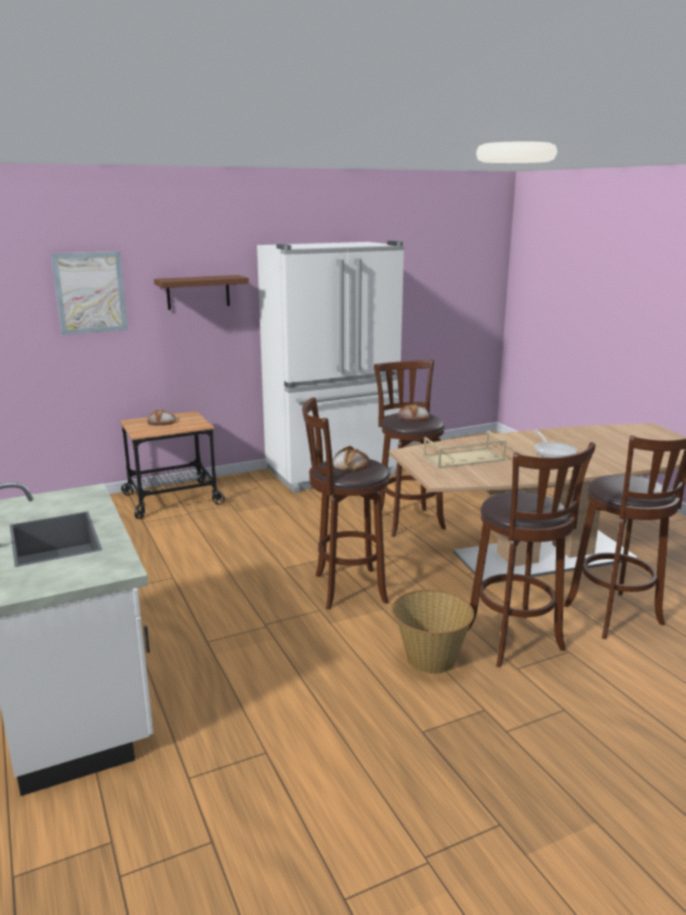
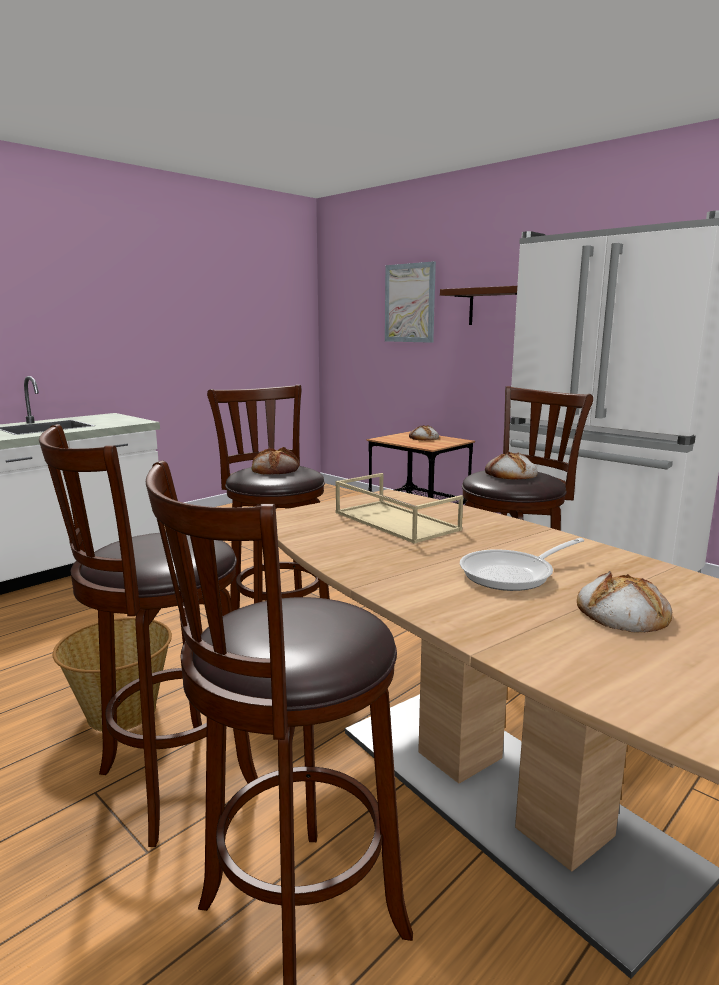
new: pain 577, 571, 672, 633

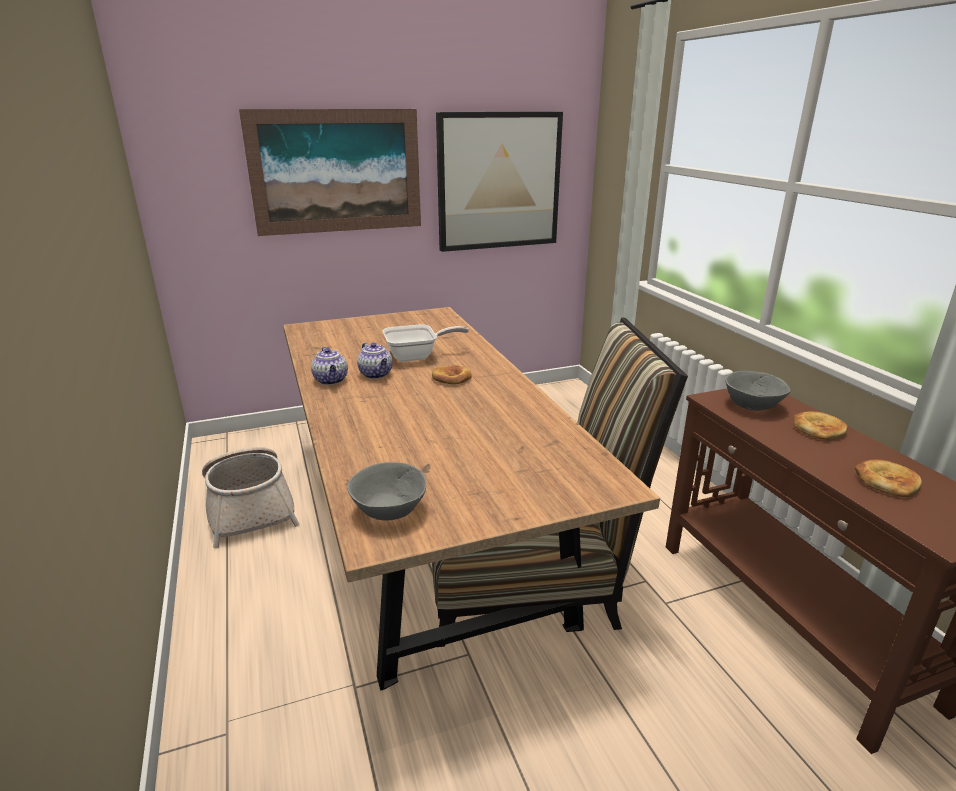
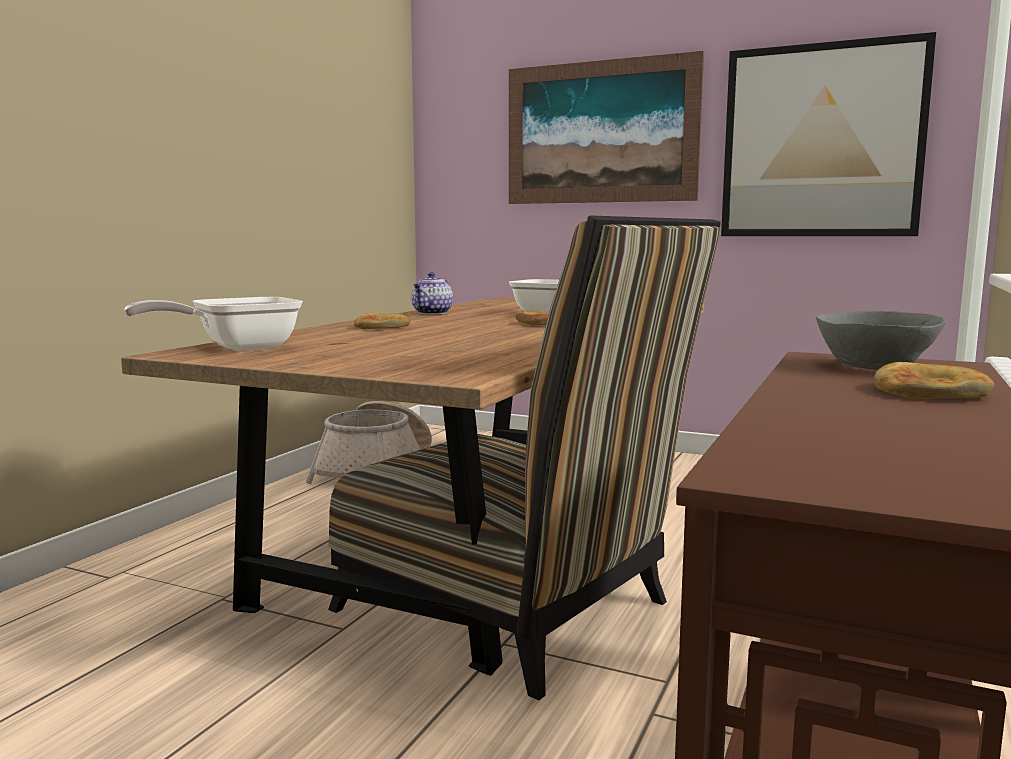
gone: théière 357, 342, 393, 379
shifted: pain 855, 459, 922, 497 to 354, 313, 410, 330
swapped: bol (gris) 347, 462, 426, 521 to poêle 124, 297, 303, 351

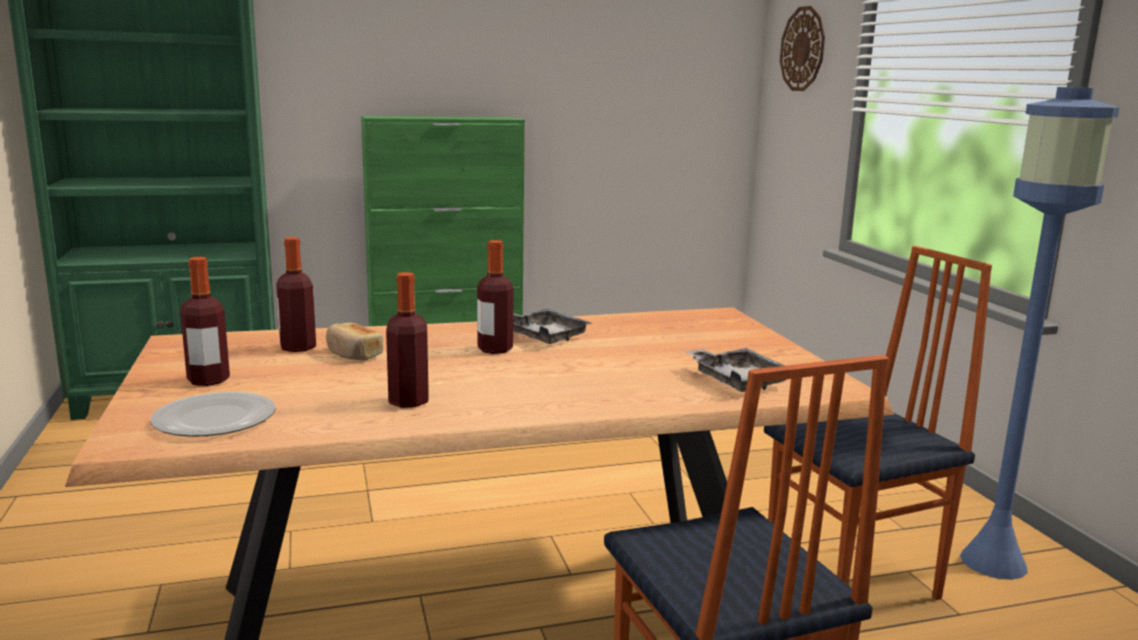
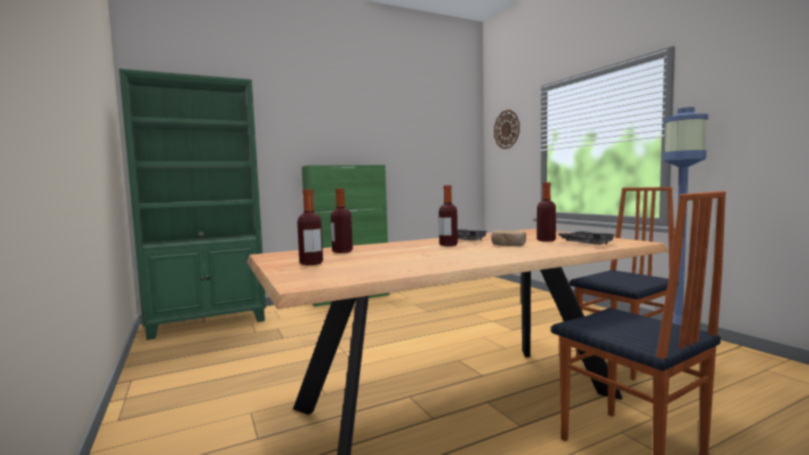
gone: assiette 150, 392, 276, 437
shifted: bouteille 386, 272, 429, 408 to 537, 182, 556, 242; pain 326, 323, 383, 361 to 491, 230, 526, 246

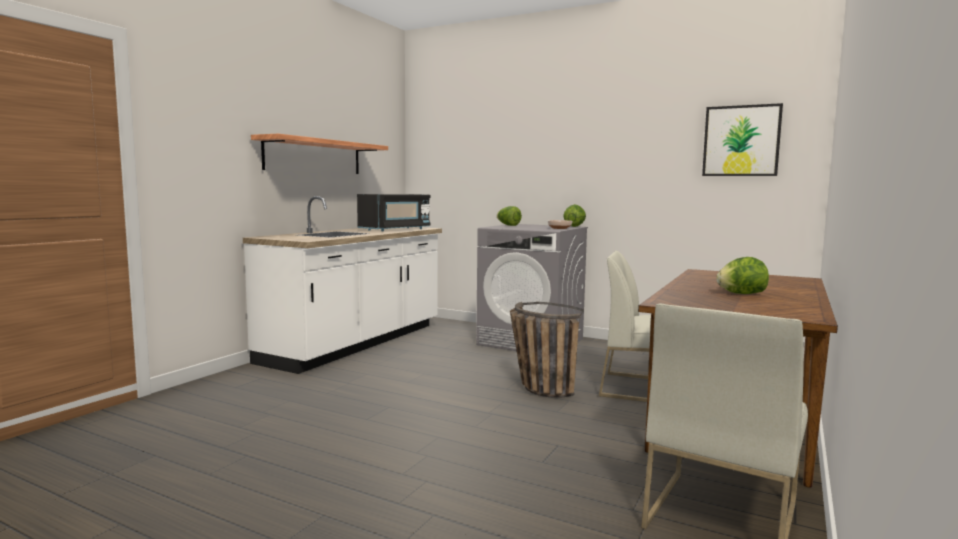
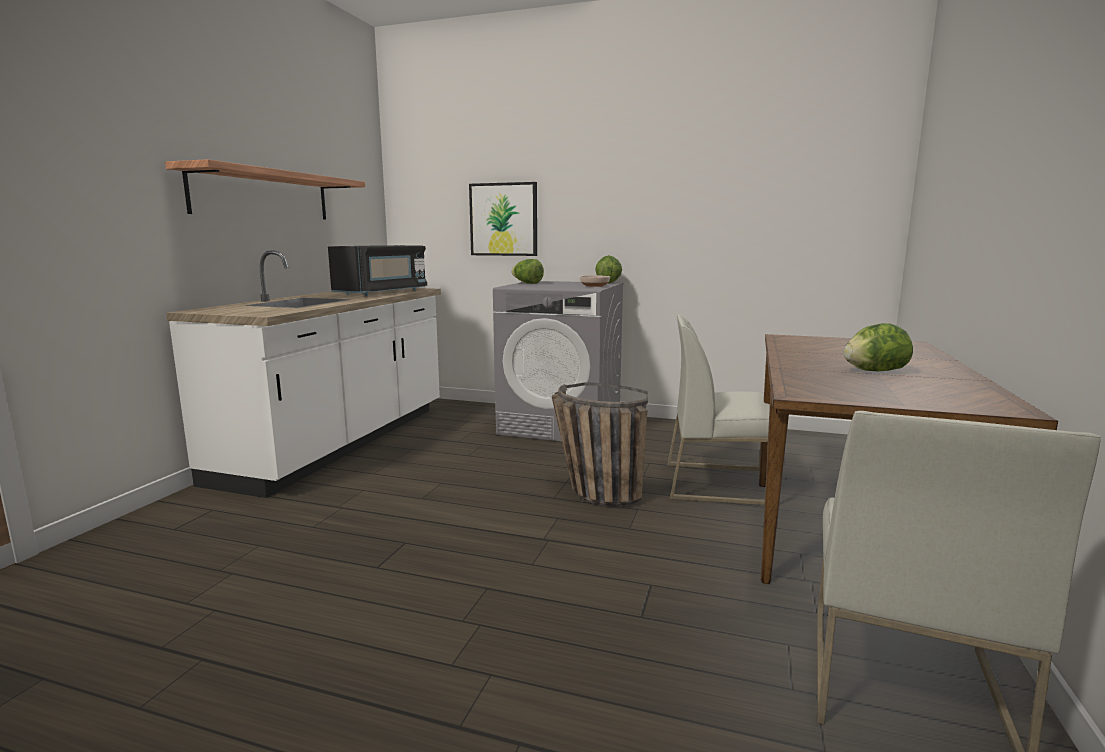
shifted: tableau 702, 103, 783, 176 to 469, 182, 537, 256

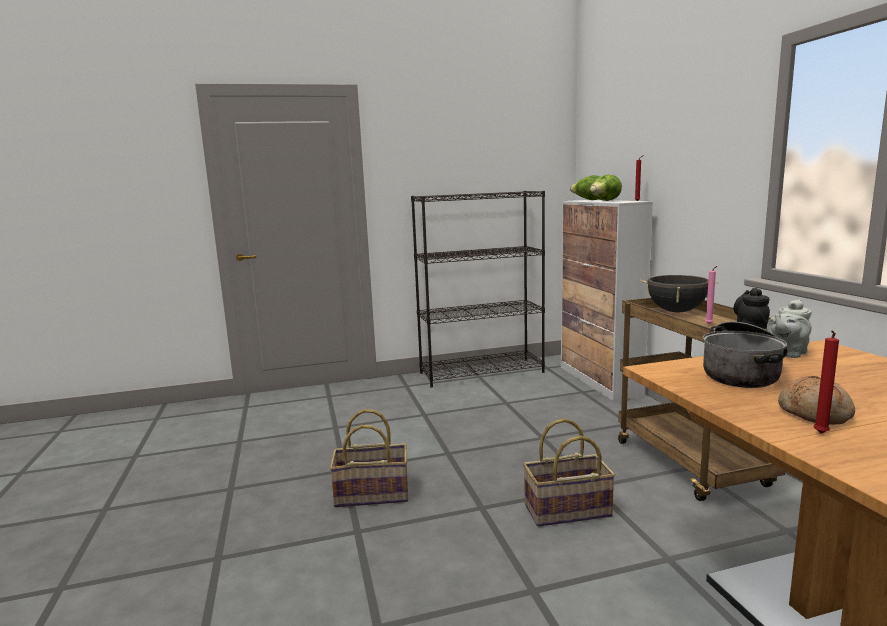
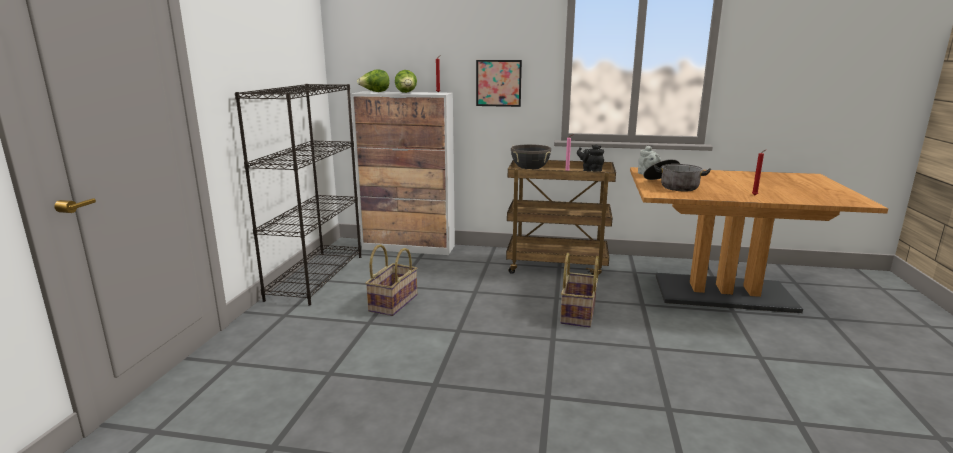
gone: pain 778, 376, 855, 425
new: tableau 476, 60, 522, 107
shifted: panier 329, 409, 408, 507 to 365, 244, 417, 316

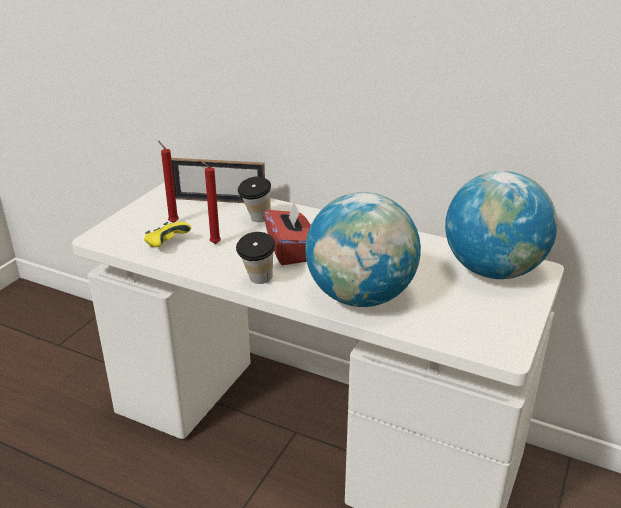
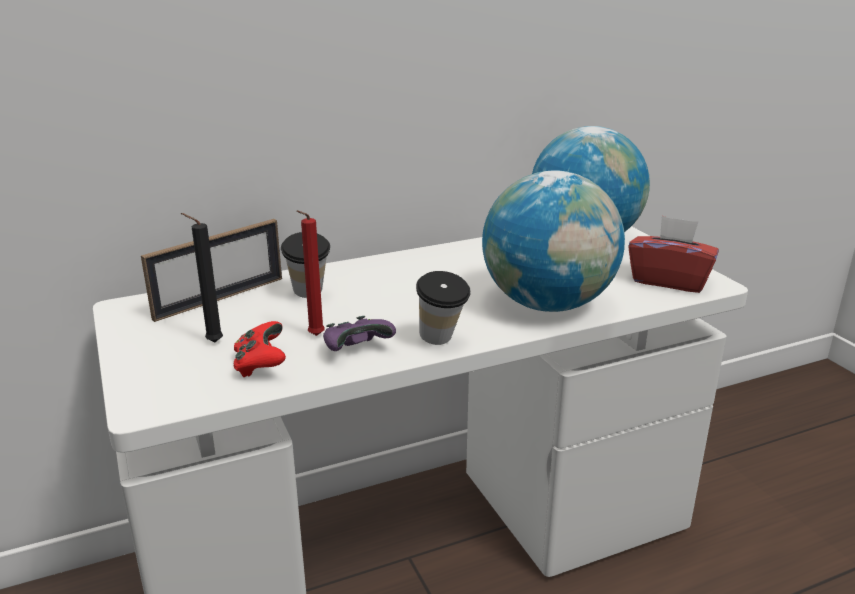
new: manette (violet) 323, 316, 396, 351
shifted: boîte à mouchoirs (rouge) 264, 202, 311, 265 to 628, 216, 719, 293
repainted: bougie (rouge) 157, 140, 179, 223 to bougie (noir) 181, 213, 223, 342; manette (jaune) 144, 222, 191, 247 to manette (rouge) 234, 321, 286, 377

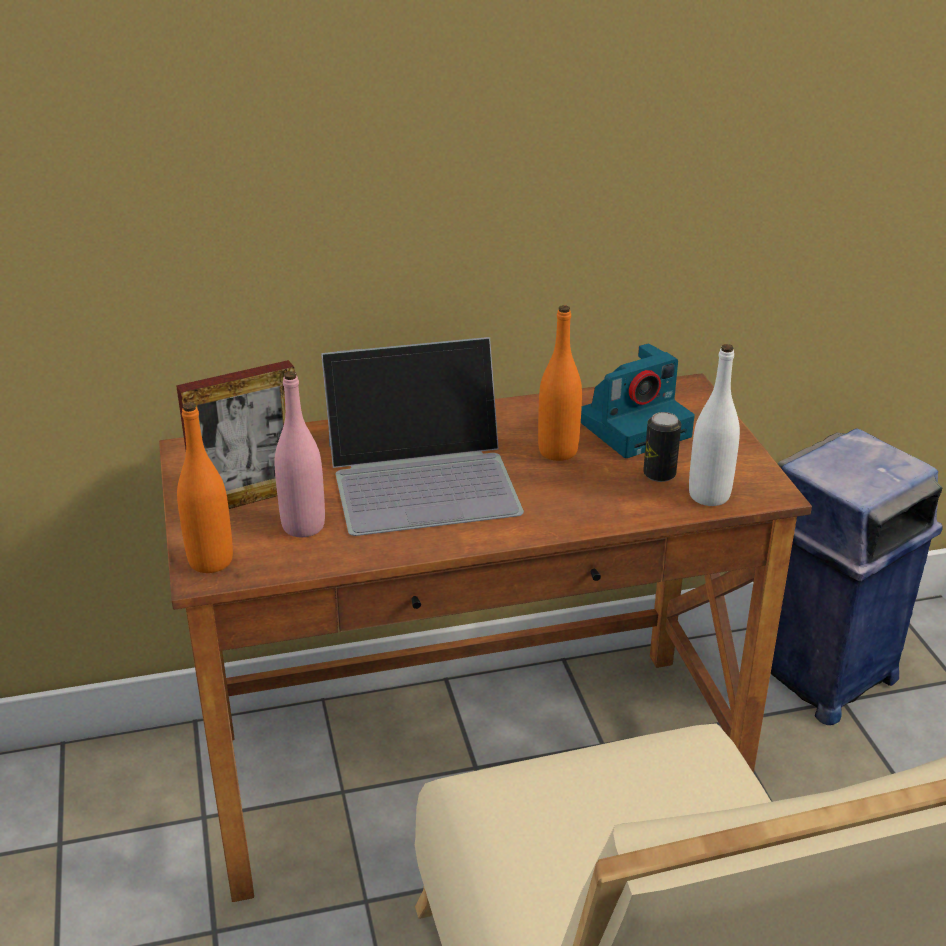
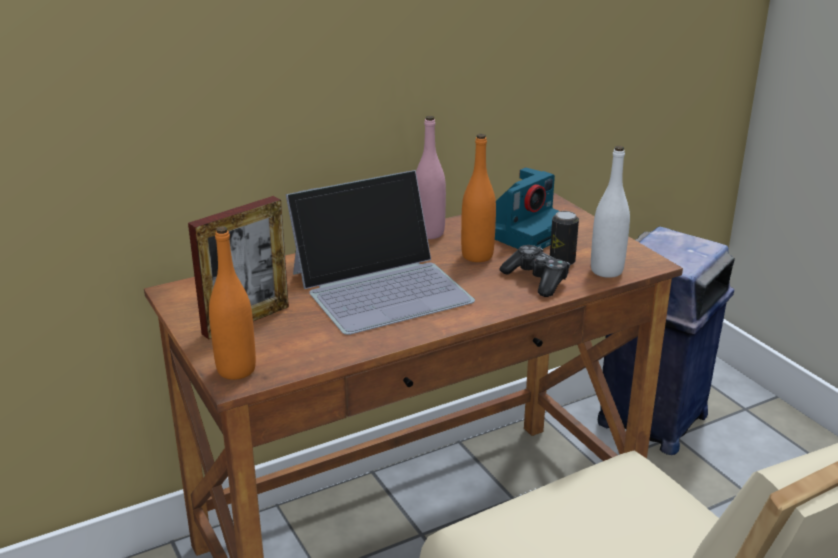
new: manette 500, 245, 570, 297
shifted: bouteille (rose) 275, 371, 325, 537 to 416, 116, 446, 239

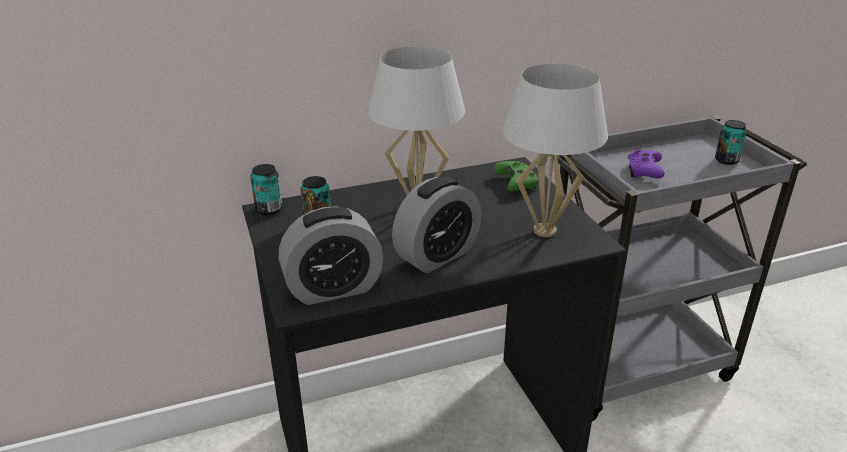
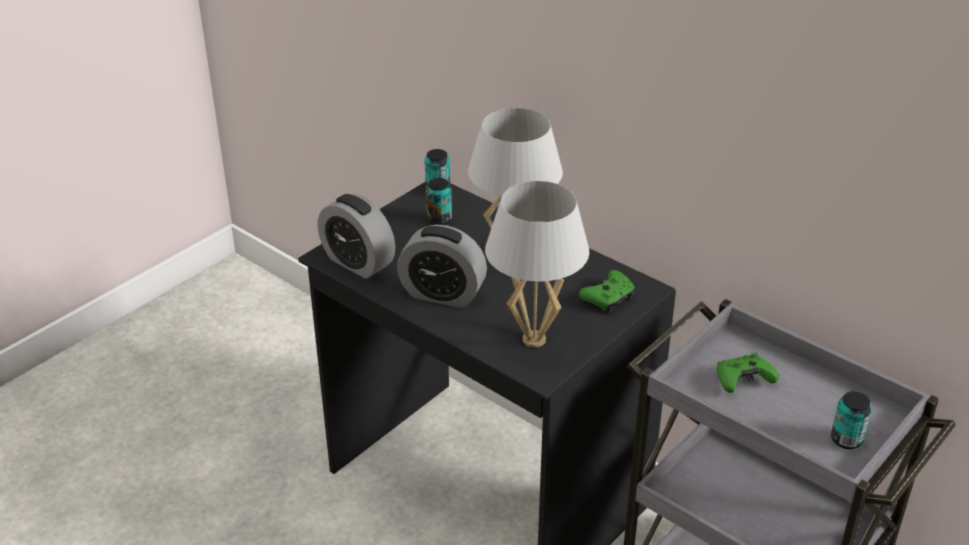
repainted: manette (violet) 628, 149, 665, 179 to manette (vert) 717, 353, 779, 393

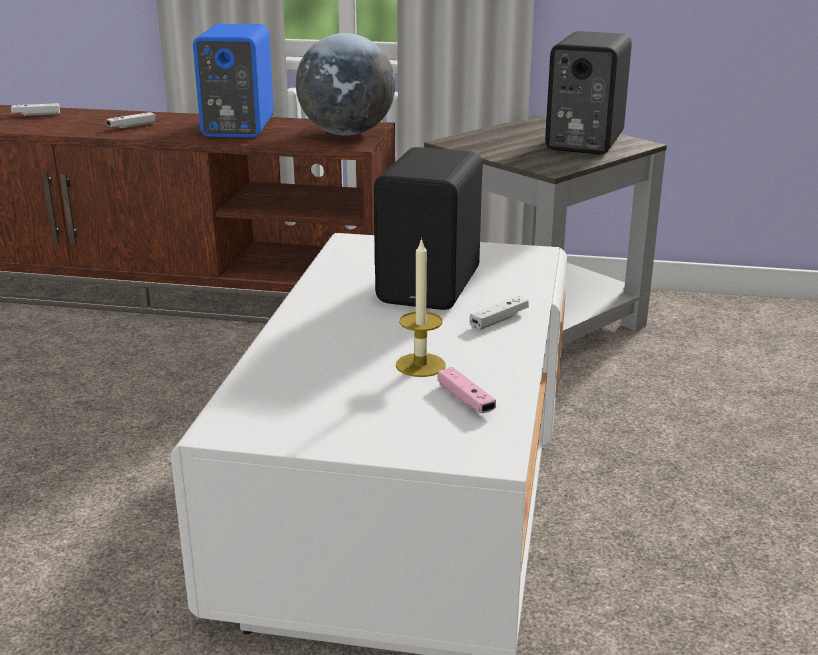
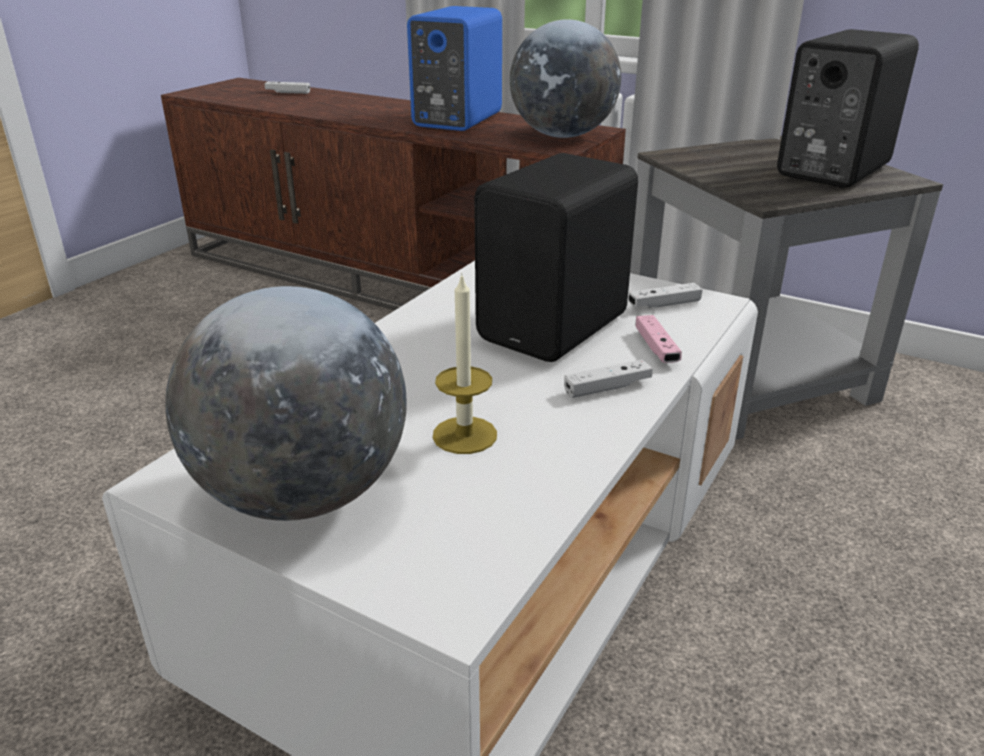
new: globe 165, 286, 406, 521
shifted: manette (blanc) 107, 112, 156, 128 to 628, 283, 703, 308; manette (rose) 438, 367, 496, 413 to 636, 315, 682, 363

